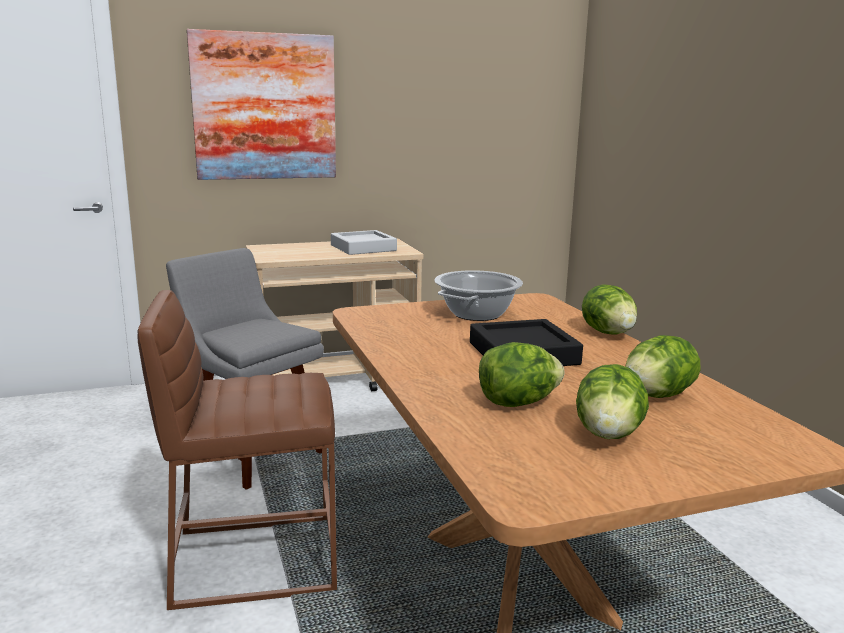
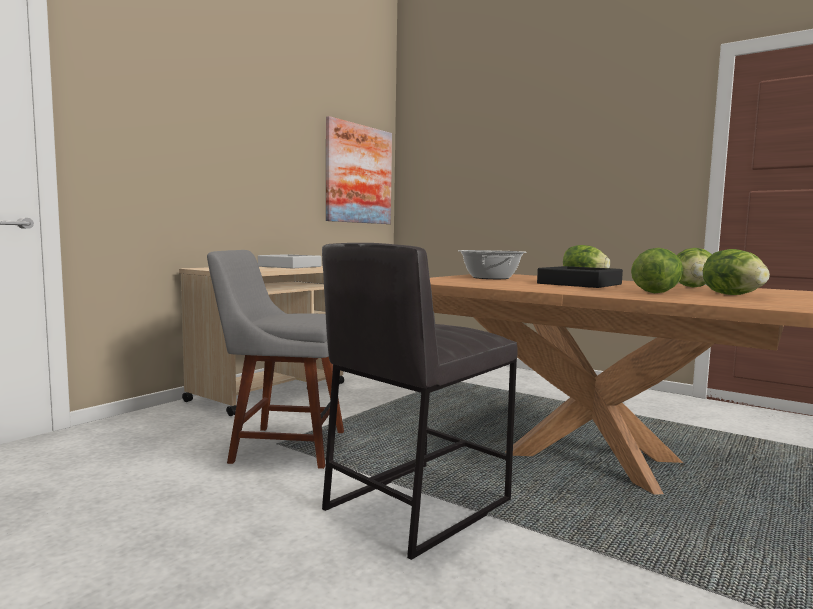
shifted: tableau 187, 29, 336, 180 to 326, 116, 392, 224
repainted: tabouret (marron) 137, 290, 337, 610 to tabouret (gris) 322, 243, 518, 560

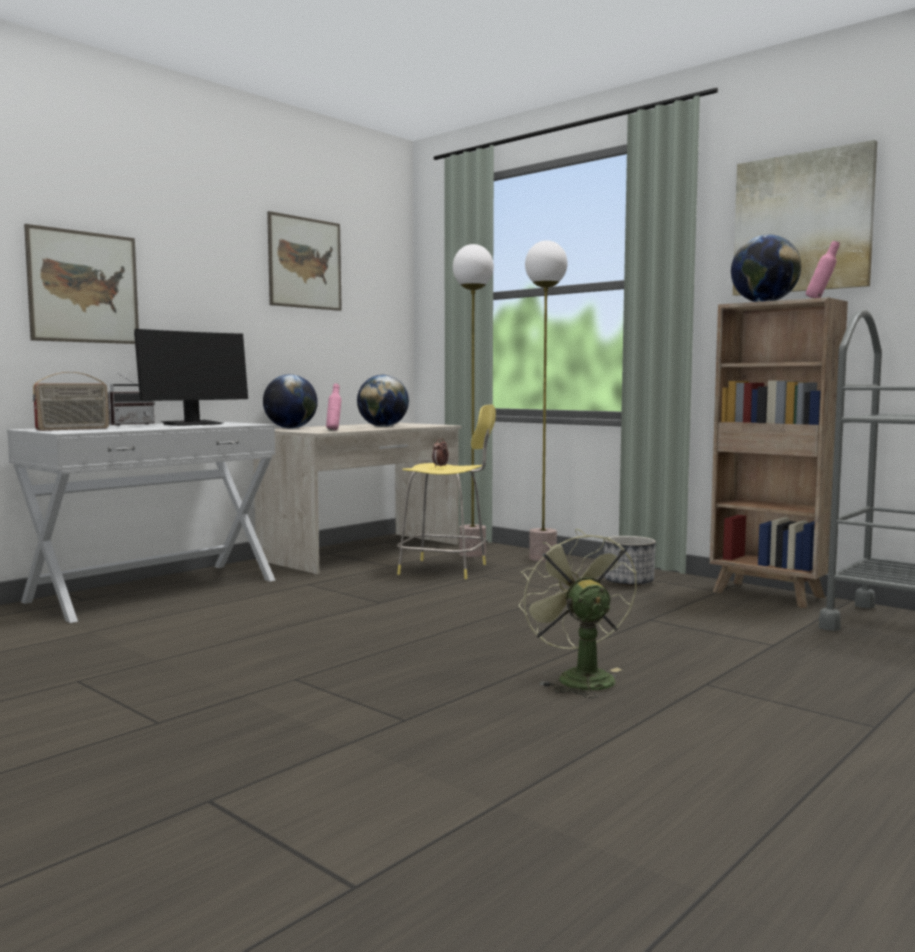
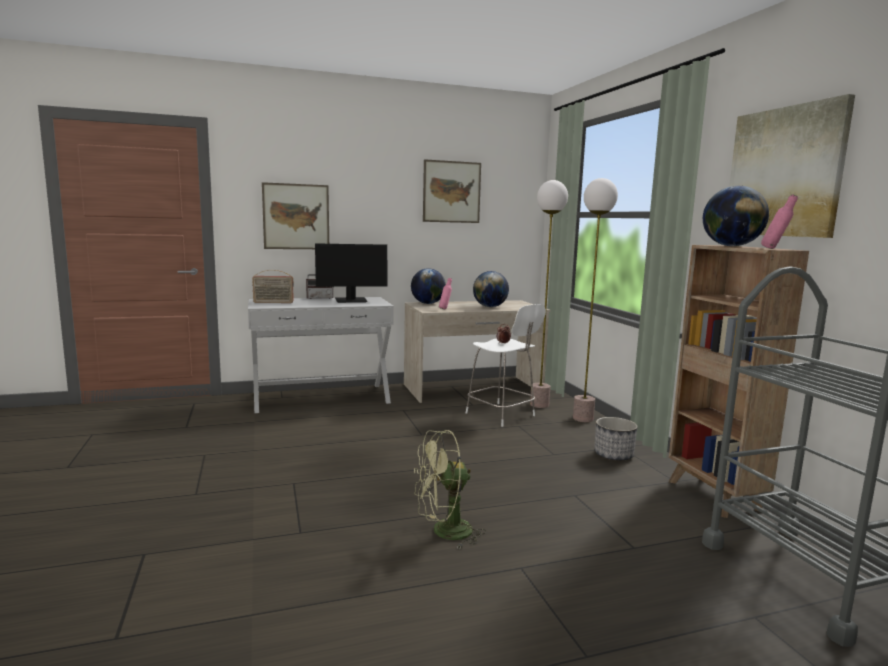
repainted: tabouret (jaune) 397, 404, 496, 579 to tabouret (blanc) 466, 304, 546, 427
rotated: ventilateur (vert) 518, 529, 637, 698 = 414, 430, 486, 549 120 degrees counterclockwise

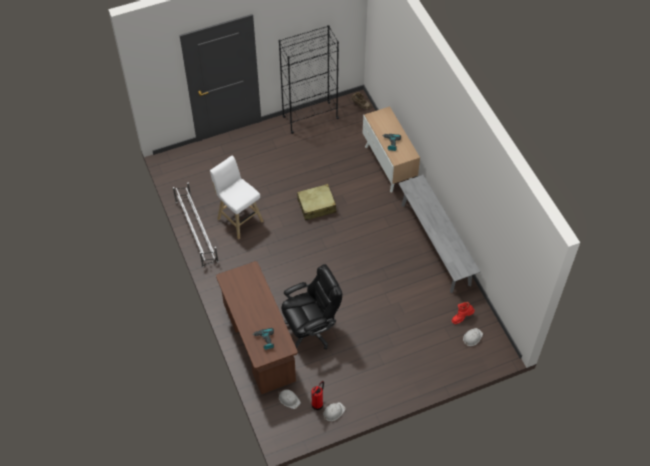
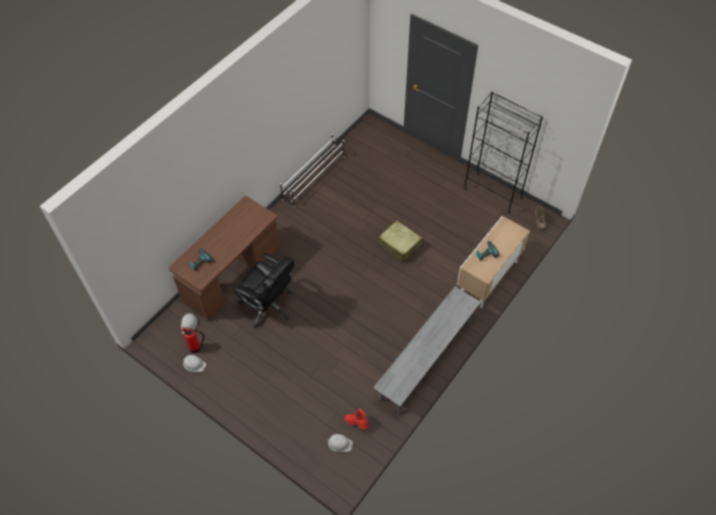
gone: tabouret (blanc) 210, 156, 263, 239

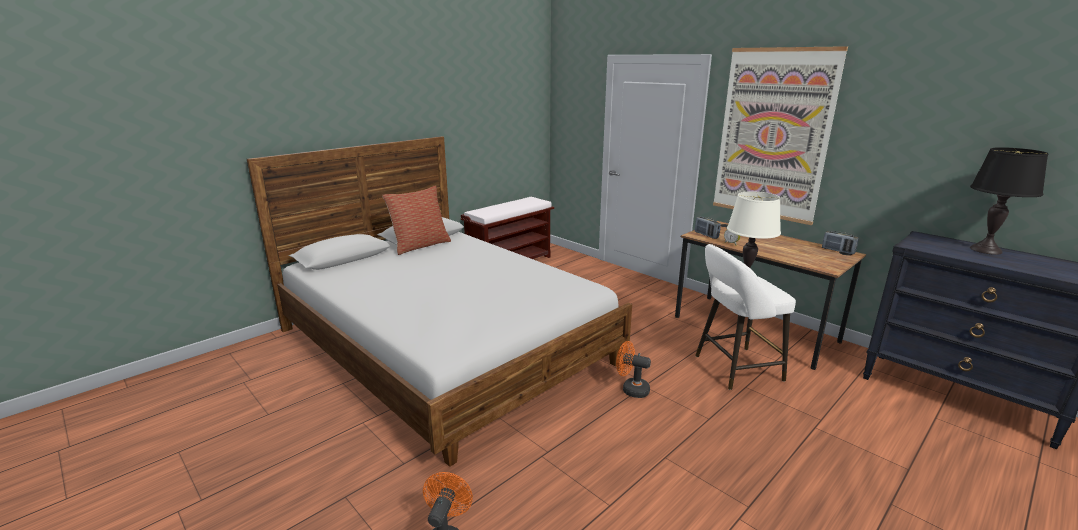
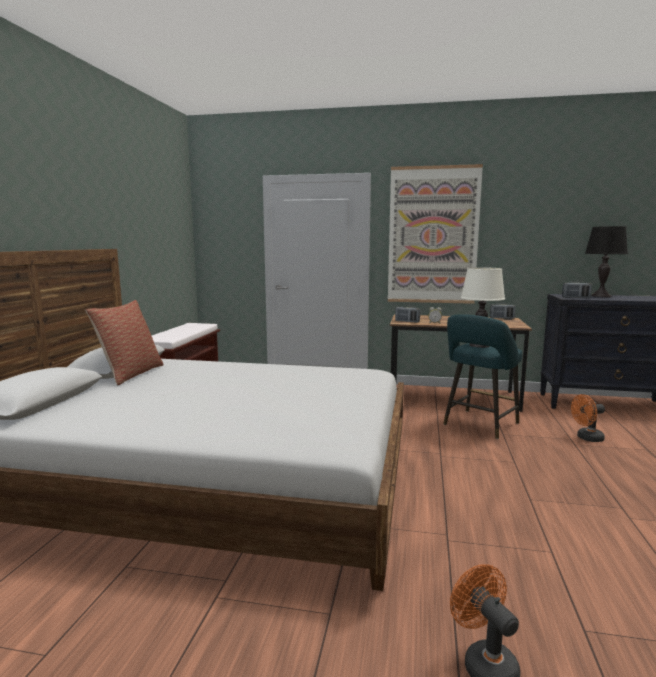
new: radio 562, 281, 592, 298
shifted: ventilateur (orange) 616, 341, 651, 398 to 571, 394, 605, 442
repainted: tabouret (blanc) 695, 244, 796, 390 to tabouret (turquoise) 443, 314, 522, 439

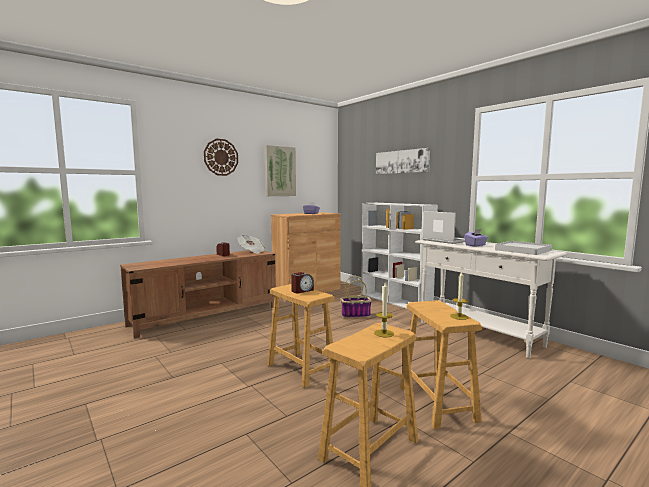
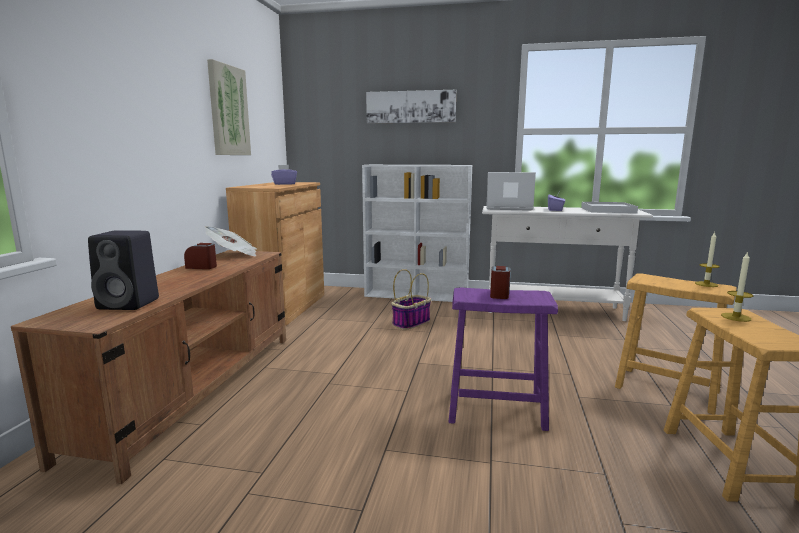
gone: horloge murale 204, 139, 238, 176
new: enceinte (noir) 88, 230, 159, 310
repainted: tabouret (marron) 267, 284, 335, 388 to tabouret (violet) 449, 287, 558, 431

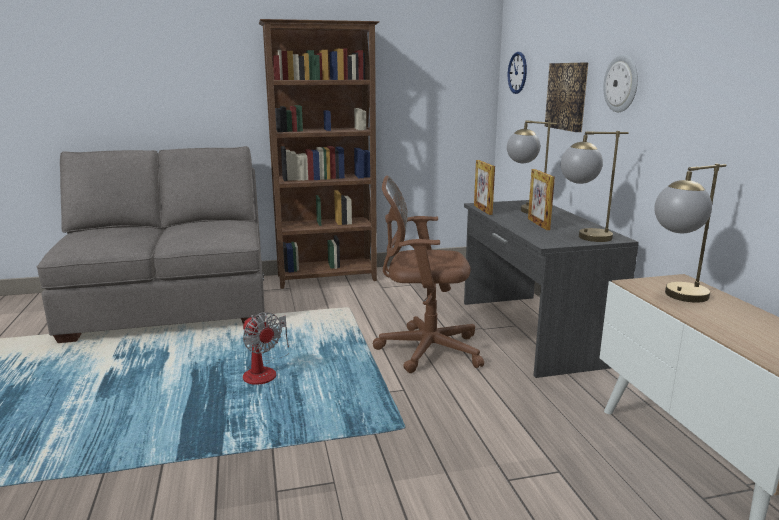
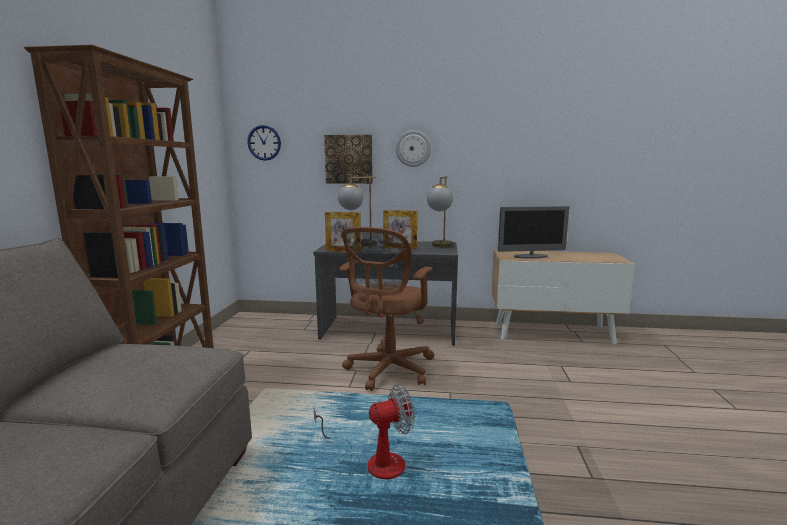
swapped: lampe de table 654, 164, 727, 303 to écran d'ordinateur 498, 206, 569, 259

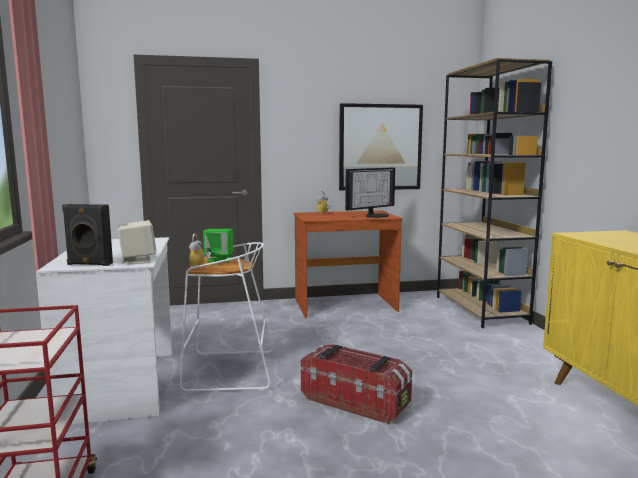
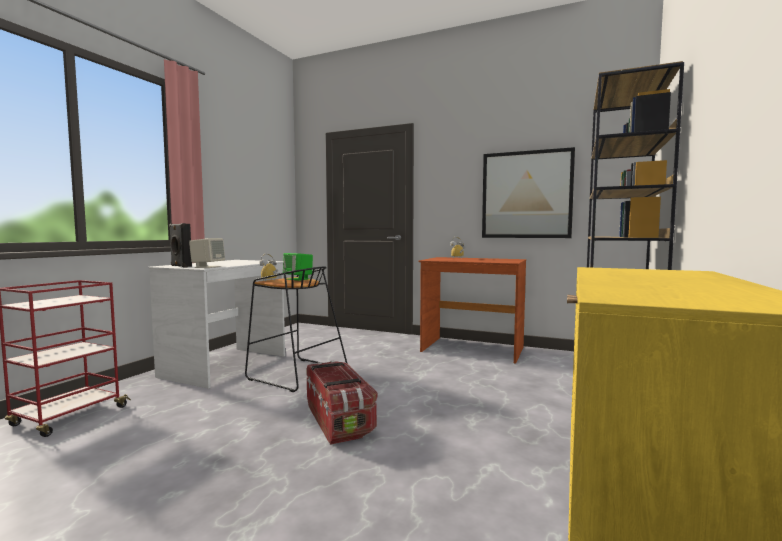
gone: écran d'ordinateur 345, 167, 395, 218
repainted: tabouret (blanc) 180, 242, 274, 393 to tabouret (noir) 245, 267, 348, 392

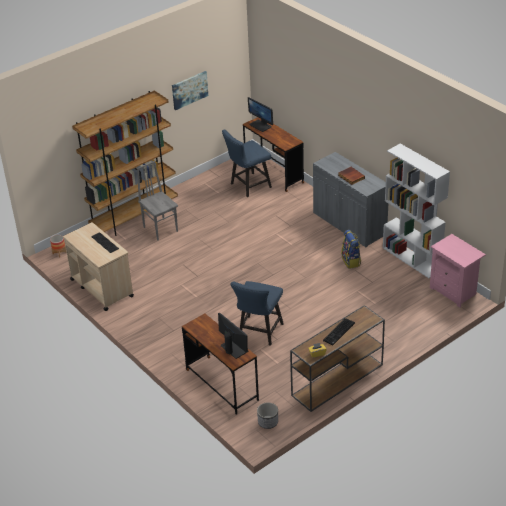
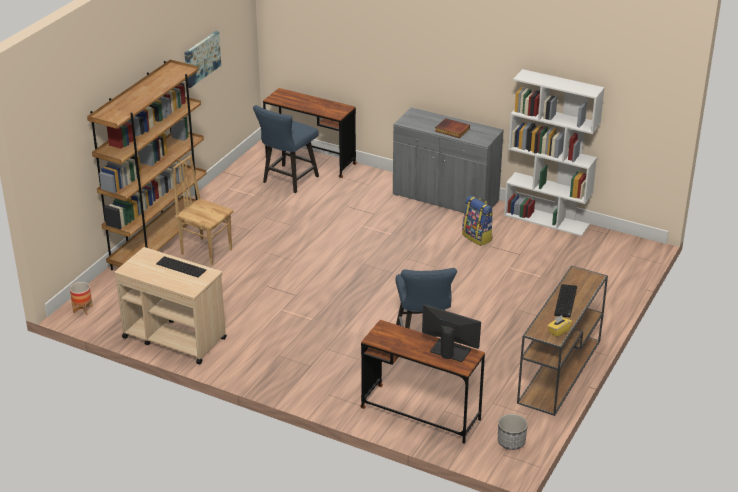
gone: écran d'ordinateur 248, 97, 273, 132; table de chevet (rose) 430, 234, 486, 308
repainted: chaise (gris) 137, 161, 178, 240 to chaise (marron) 173, 155, 234, 266

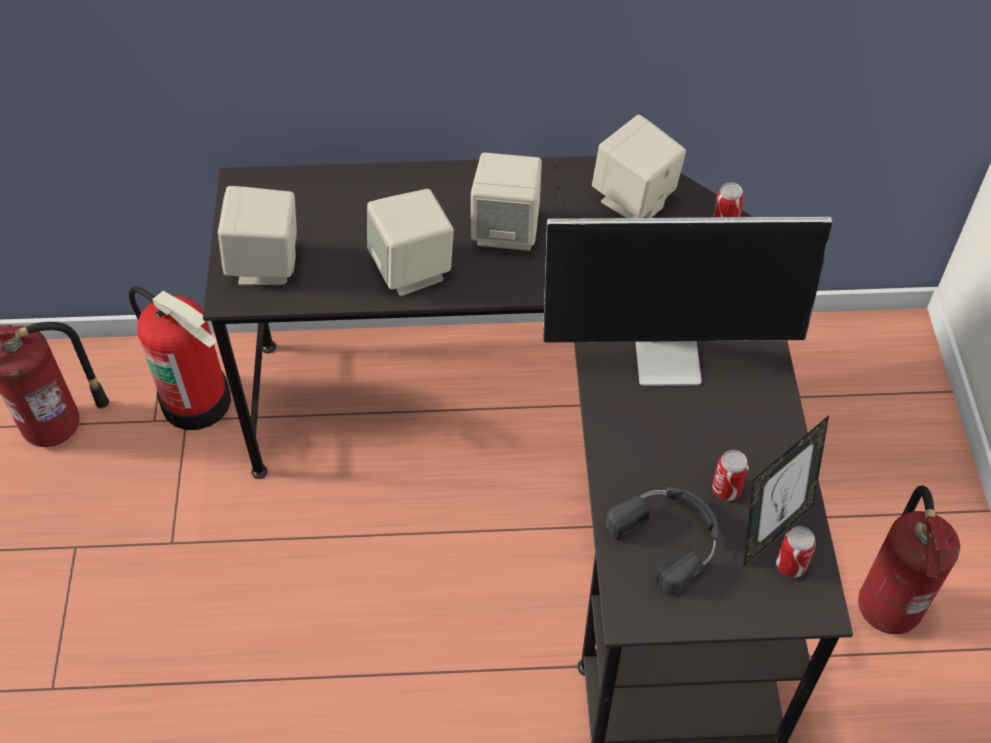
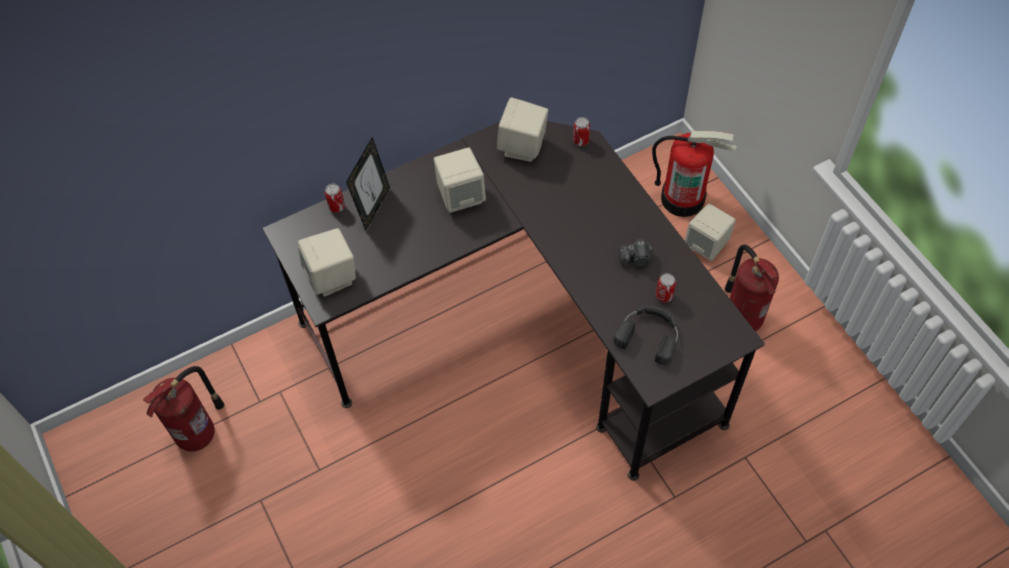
gone: écran d'ordinateur 543, 217, 833, 386
new: appareil photo 619, 239, 653, 267
shifted: enceinte (beige) 367, 189, 454, 296 to 684, 203, 736, 261; extincteur 128, 286, 231, 430 to 652, 131, 736, 217; cadre photo 743, 415, 829, 567 to 346, 137, 390, 231; boîte métallique 776, 526, 816, 578 to 325, 184, 345, 213

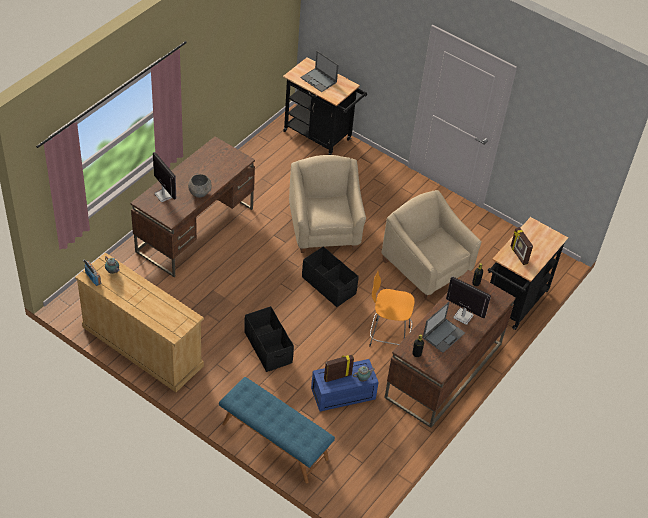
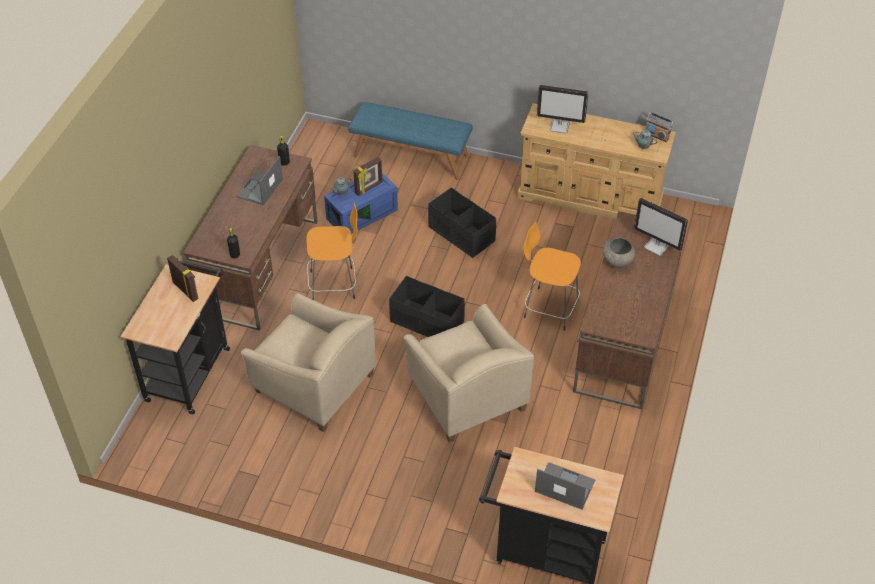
new: tabouret (orange) 523, 222, 581, 331
shifted: écran d'ordinateur 446, 276, 491, 325 to 537, 85, 589, 133

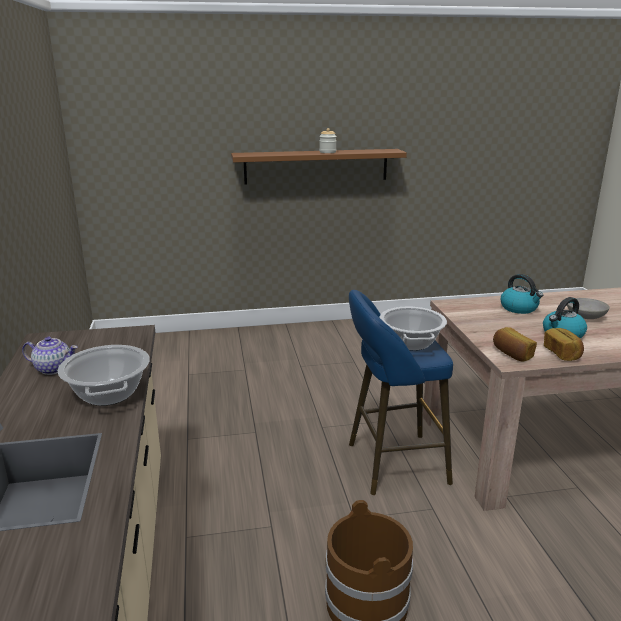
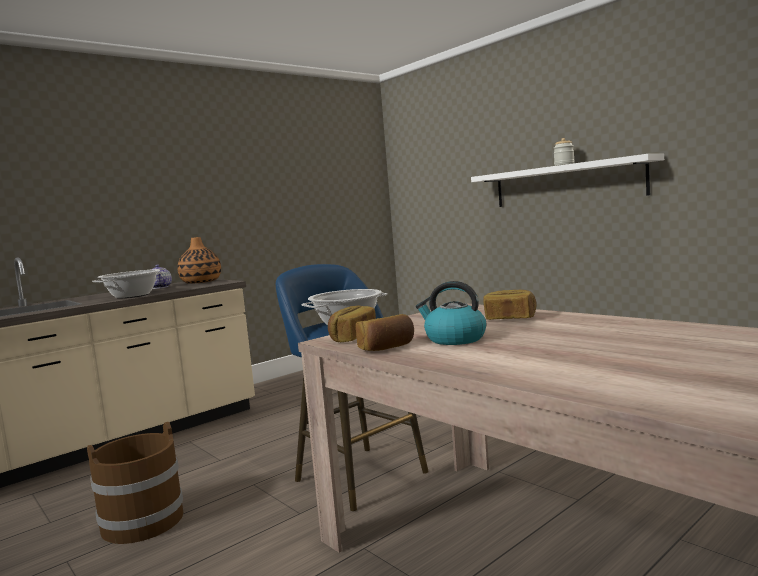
gone: bol (gris) 567, 298, 610, 319
new: vase 177, 237, 221, 284
swapped: bouilloire 501, 274, 543, 314 to pain 483, 290, 536, 320
repainted: étagère (marron) 231, 149, 407, 184 to étagère (blanc) 471, 154, 664, 207

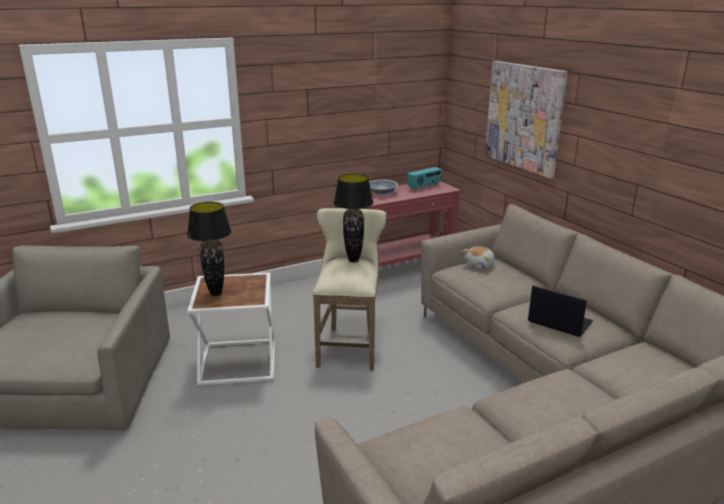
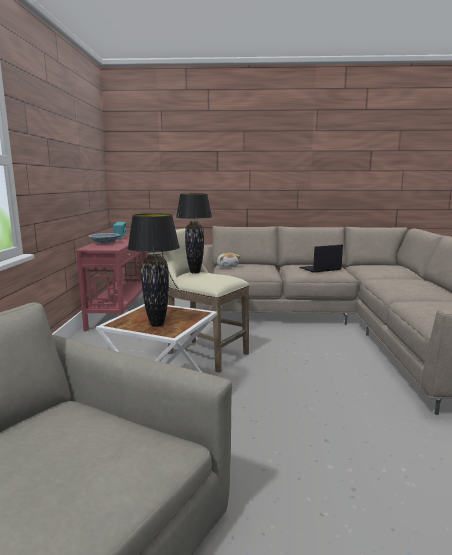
gone: tableau 485, 61, 568, 178

